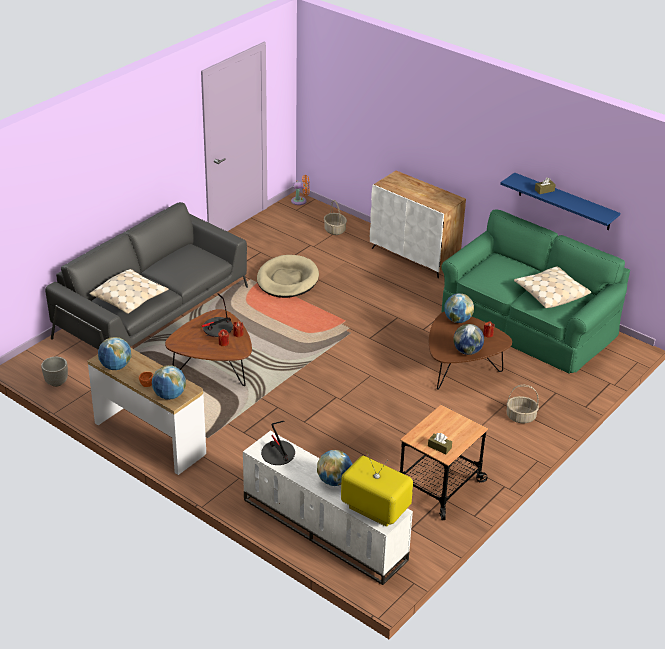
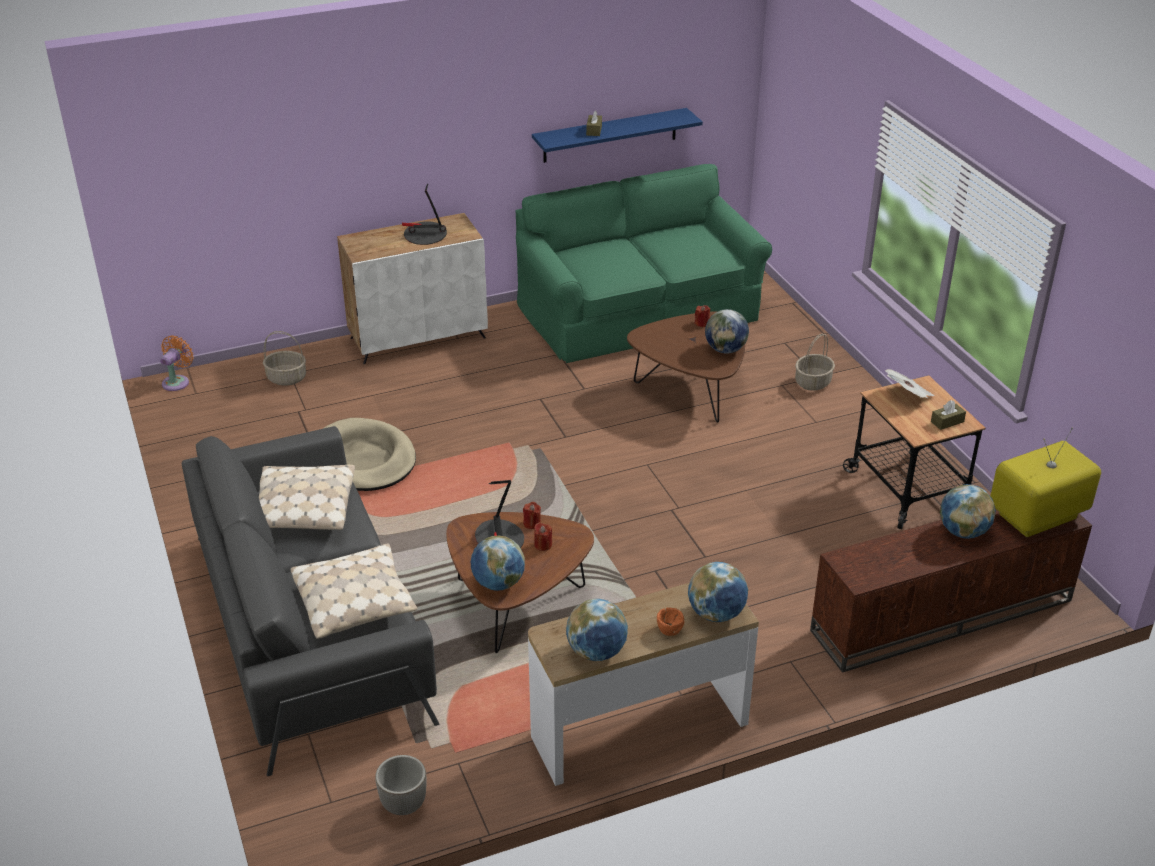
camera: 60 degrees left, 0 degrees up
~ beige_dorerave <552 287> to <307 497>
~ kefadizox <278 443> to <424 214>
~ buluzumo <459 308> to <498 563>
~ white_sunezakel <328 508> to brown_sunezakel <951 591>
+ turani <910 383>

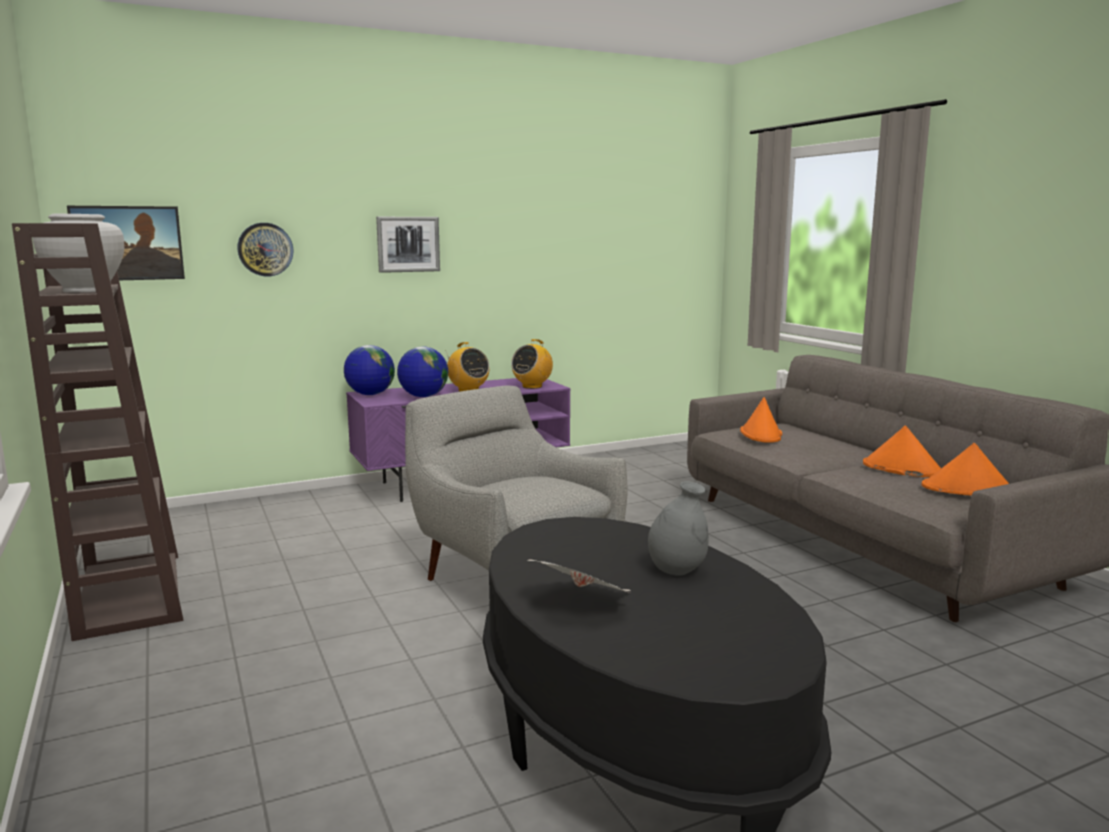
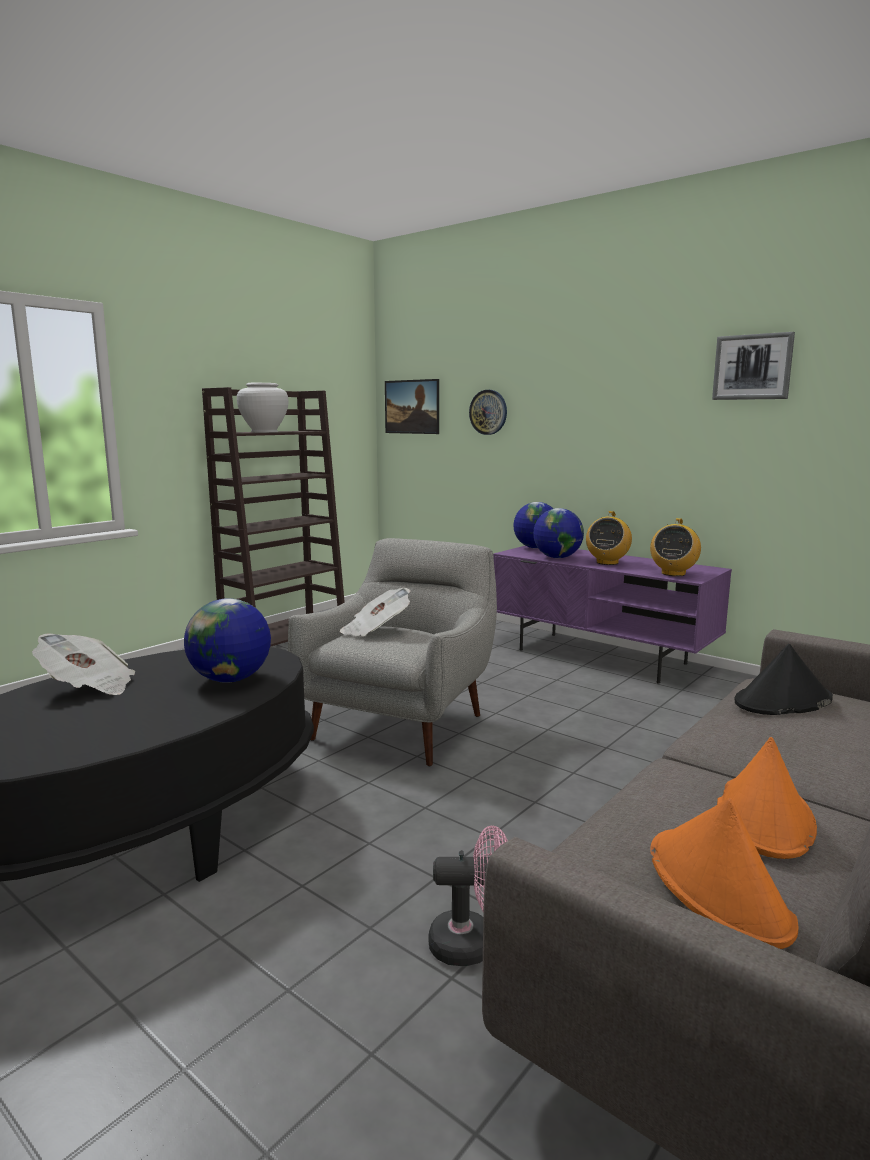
camera: 65 degrees right, 0 degrees up
+ buluzumo <227 640>
+ turani <375 612>
+ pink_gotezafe <468 895>
~ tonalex <532 364> = <675 547> 75 degrees counterclockwise
~ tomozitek <408 245> to <753 366>
~ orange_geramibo <761 420> to black_geramibo <784 679>
- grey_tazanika <678 528>

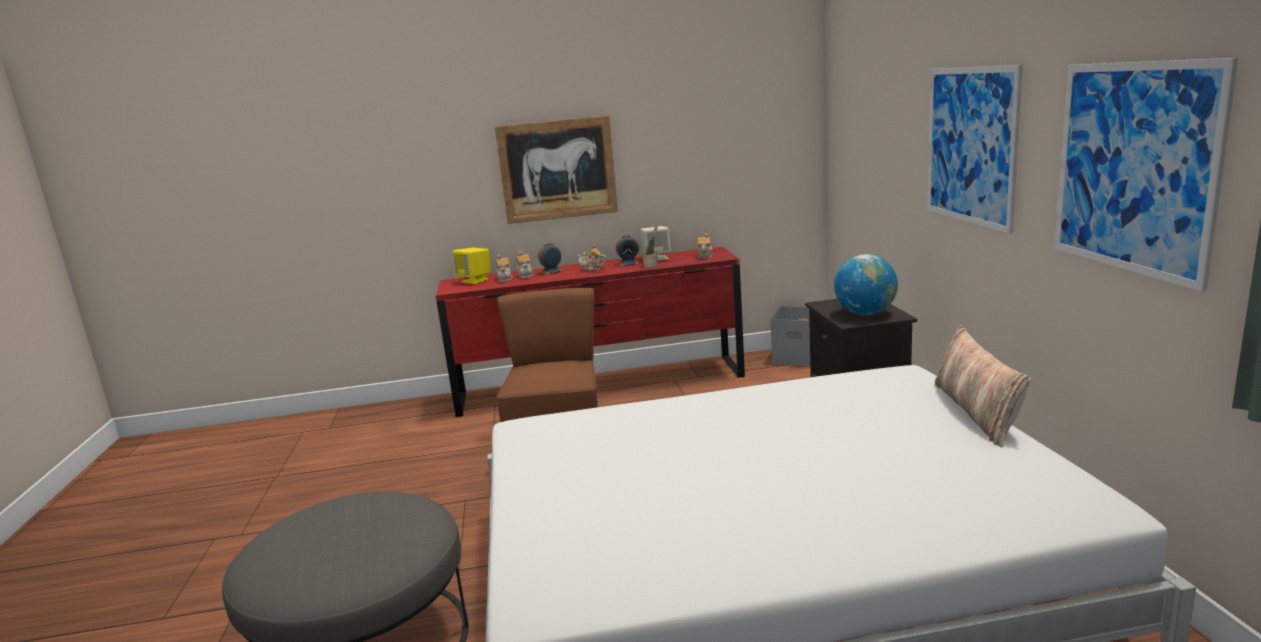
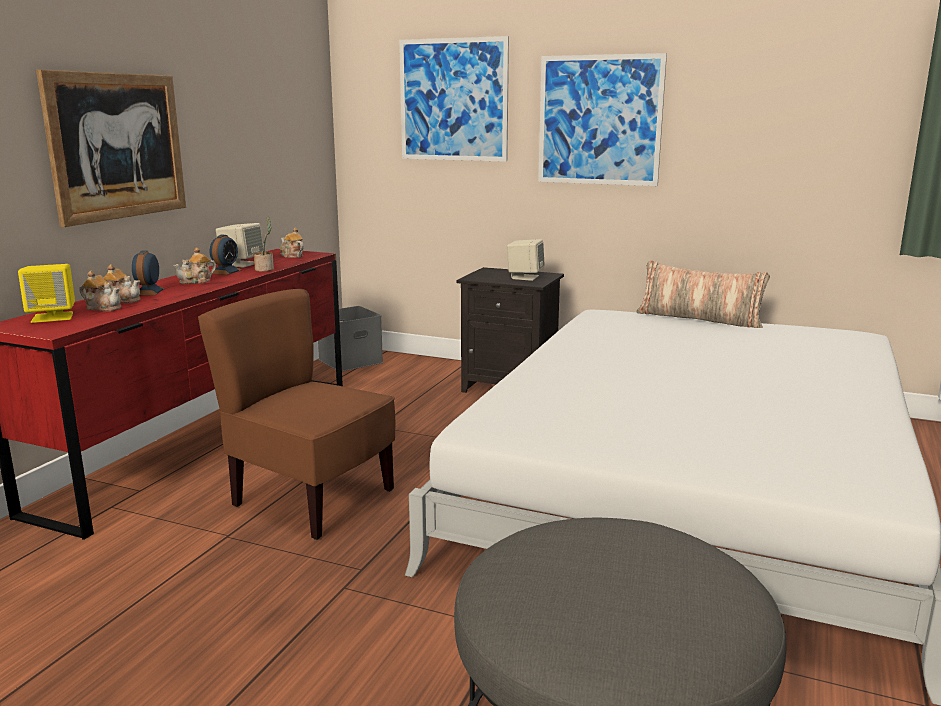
camera: 60 degrees left, 0 degrees up
~ tomozitek <1146 175> to <454 99>
~ buluzumo <866 285> to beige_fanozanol <526 260>

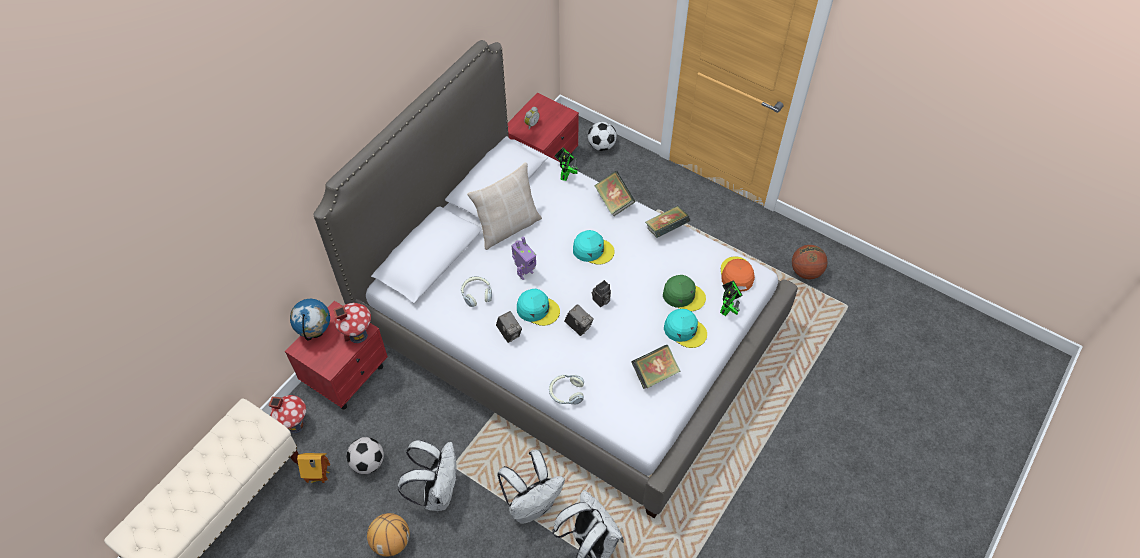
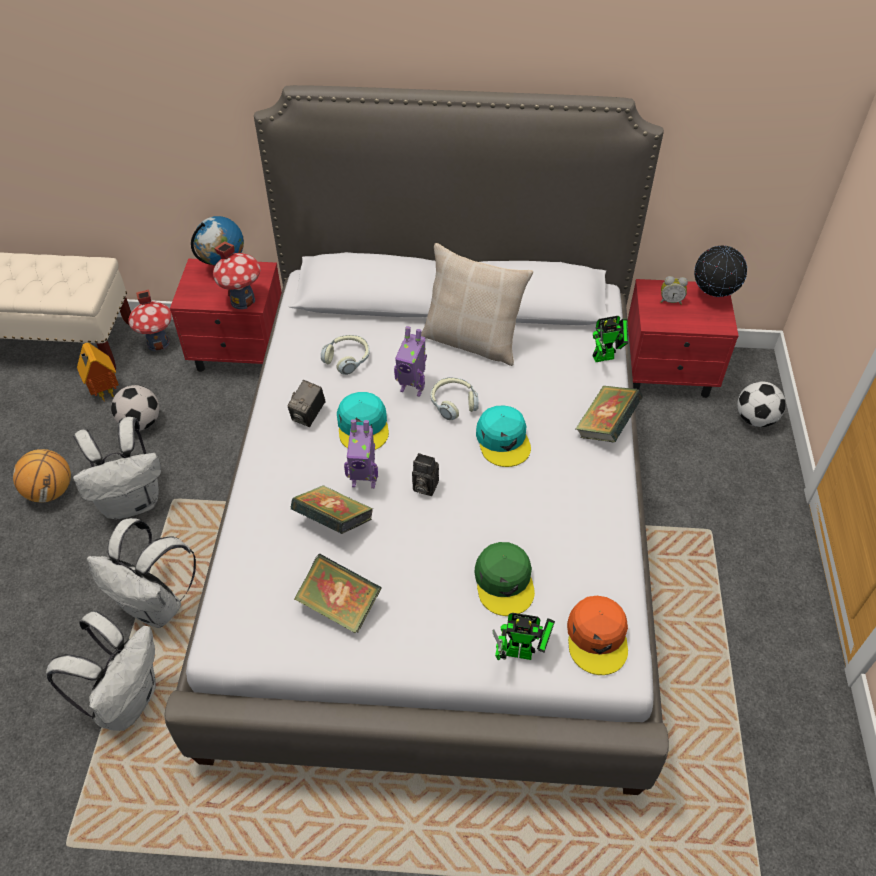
camera: 60 degrees right, 5 degrees down
~ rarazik <667 222> to <332 509>
~ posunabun <579 320> to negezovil <361 453>
~ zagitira <566 390> to <455 398>
~ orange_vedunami <738 274> = <597 635> 120 degrees clockwise
+ buluzumo <720 271>
- turquoise_vedunami <685 328>
- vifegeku <809 262>

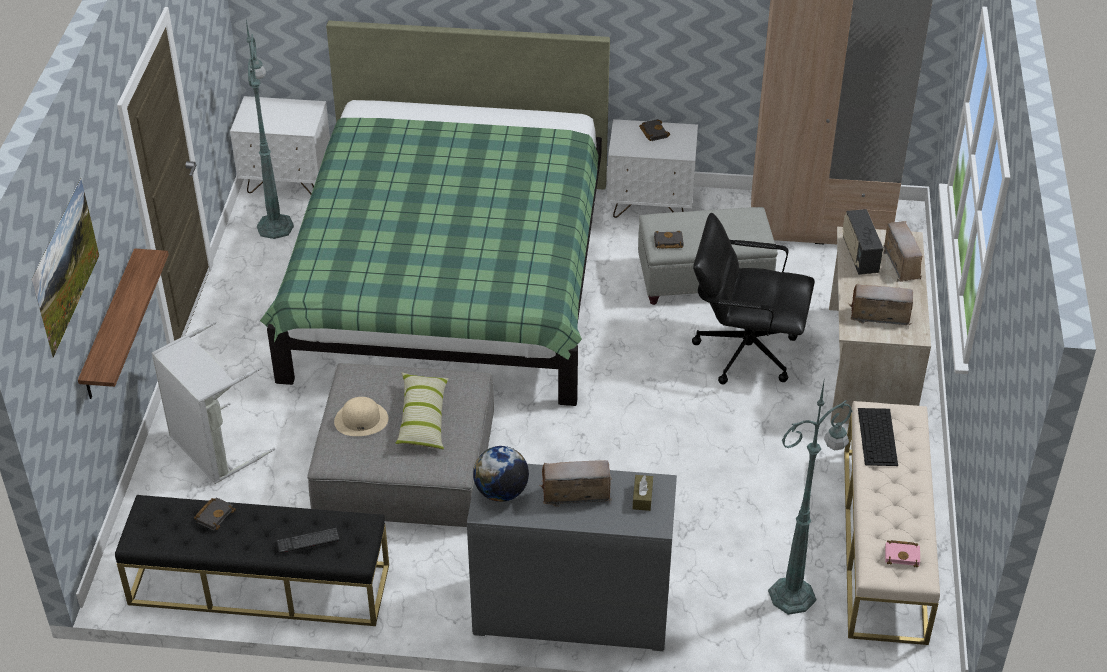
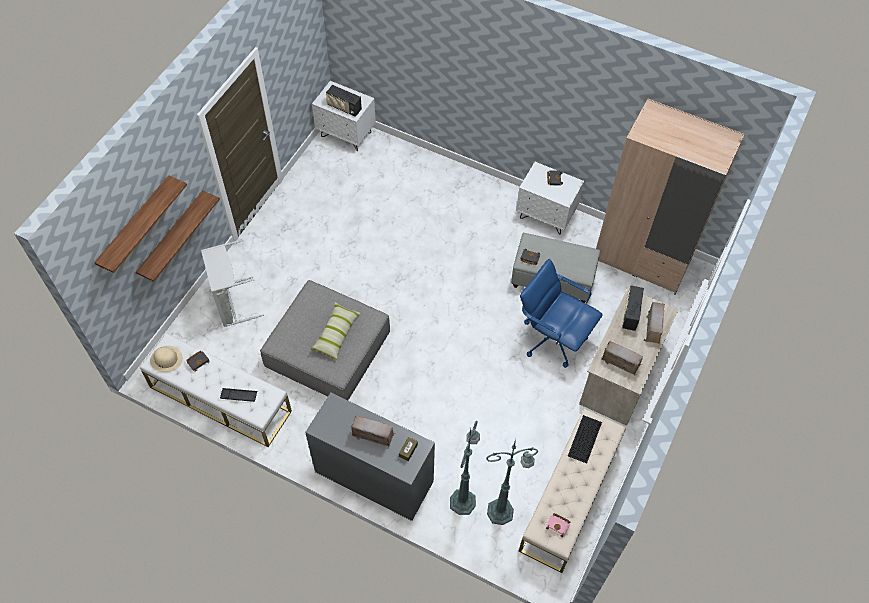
camera: 20 degrees right, 15 degrees up
~ tomozitek <65 268> to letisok <140 224>
~ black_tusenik <252 560> to white_tusenik <216 390>
~ beige_geramibo <361 416> to <166 359>
+ tonalex <344 101>
~ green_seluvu <270 129> to <465 468>
~ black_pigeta <753 298> to blue_pigeta <561 313>
- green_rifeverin <435 213>
- buluzumo <501 474>

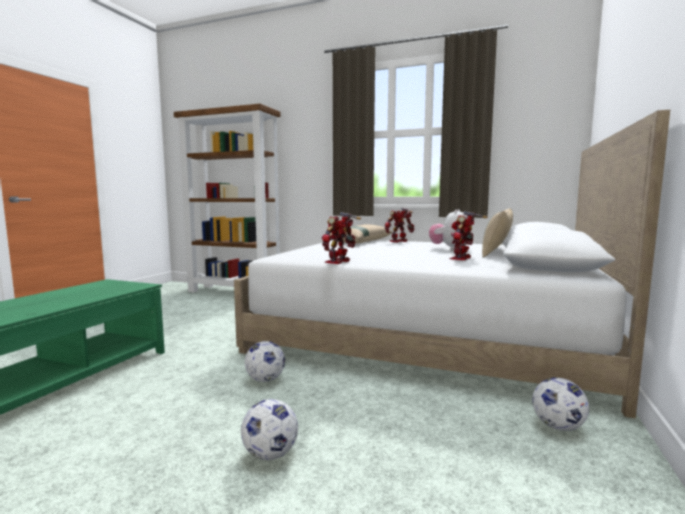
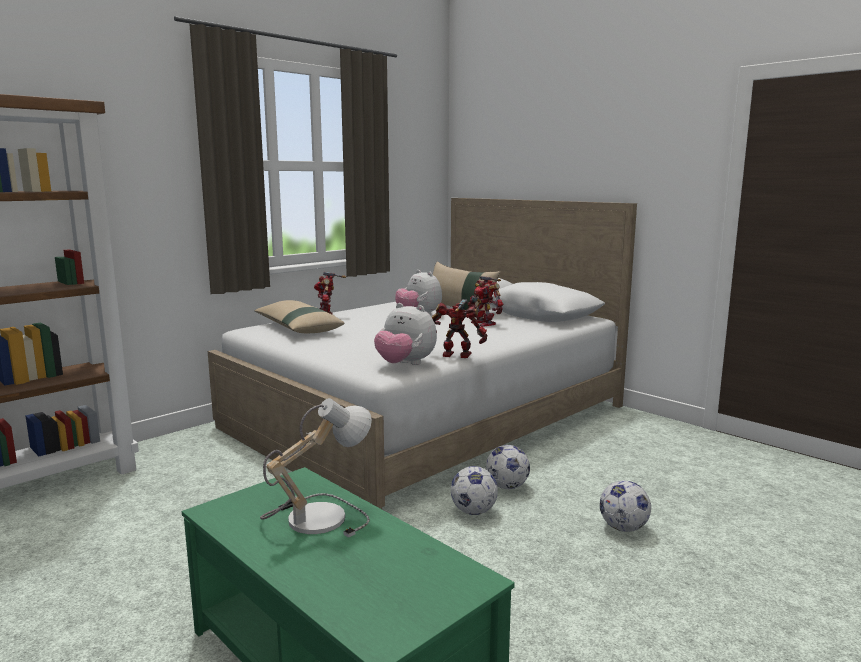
camera: 65 degrees left, 5 degrees up
+ kefadizox <316 468>
+ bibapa <405 334>
~ negezovil <341 238> = <459 328> 135 degrees clockwise
~ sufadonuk <560 404> to <508 467>

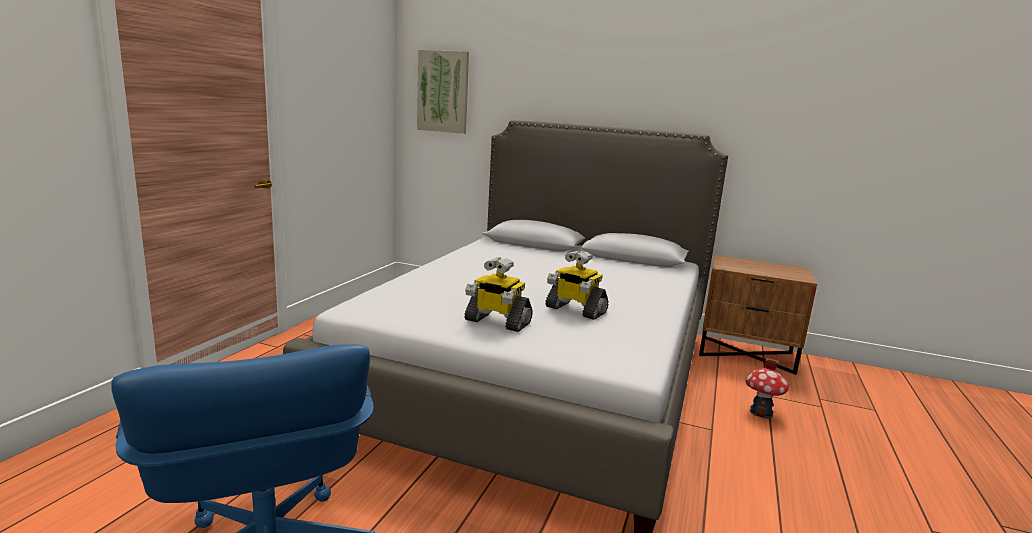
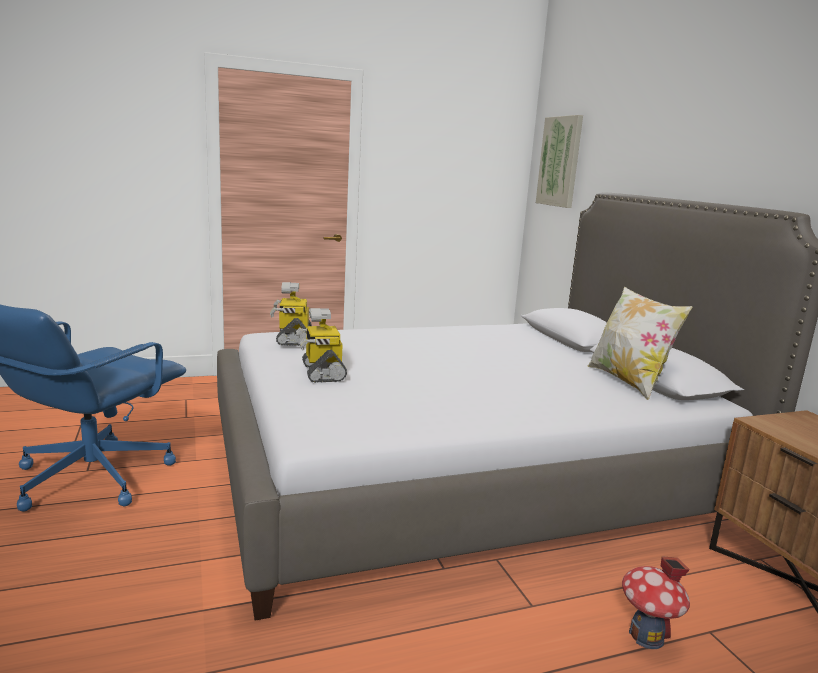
camera: 50 degrees right, 0 degrees up
~ negezovil <577 285> to <291 314>
+ dorerave <640 343>

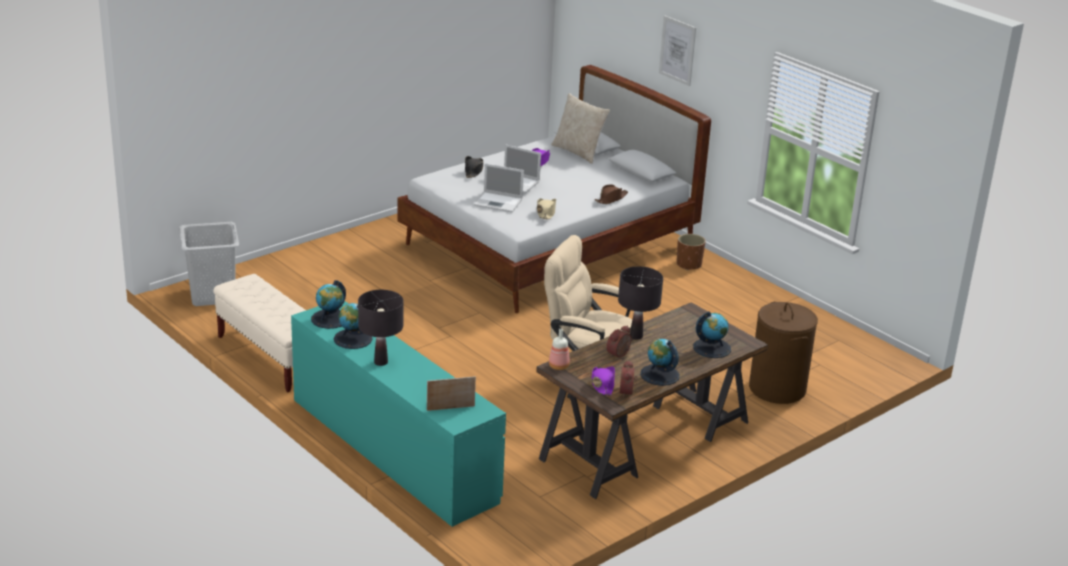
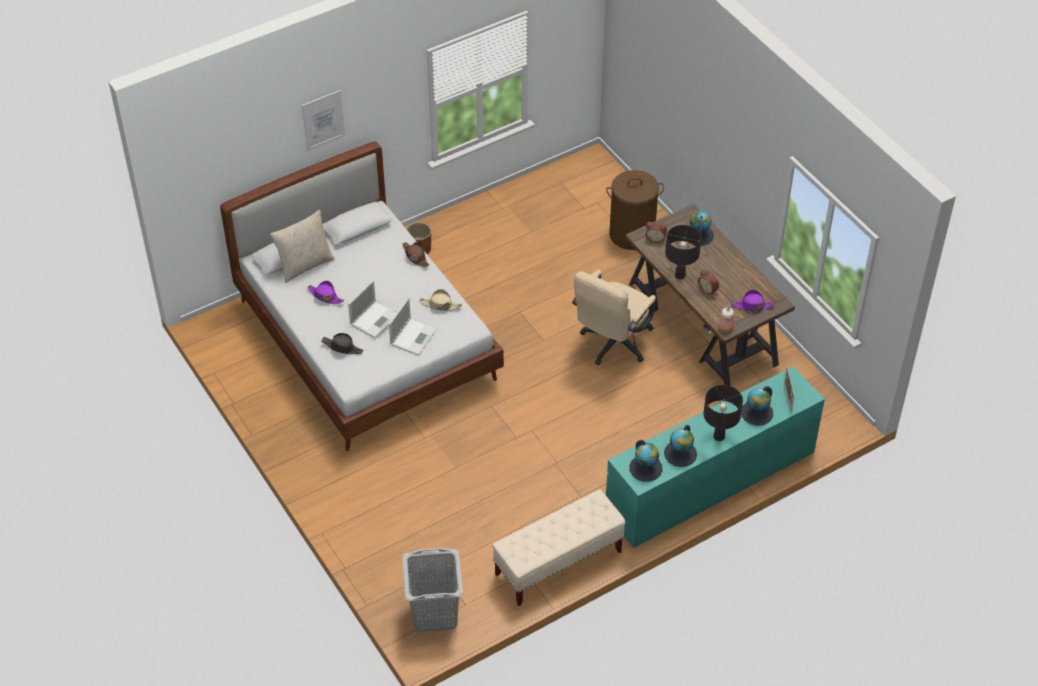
camera: 80 degrees left, 20 degrees up
~ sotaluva <628 378> to <656 232>
~ buluzumo <660 362> to <757 406>

